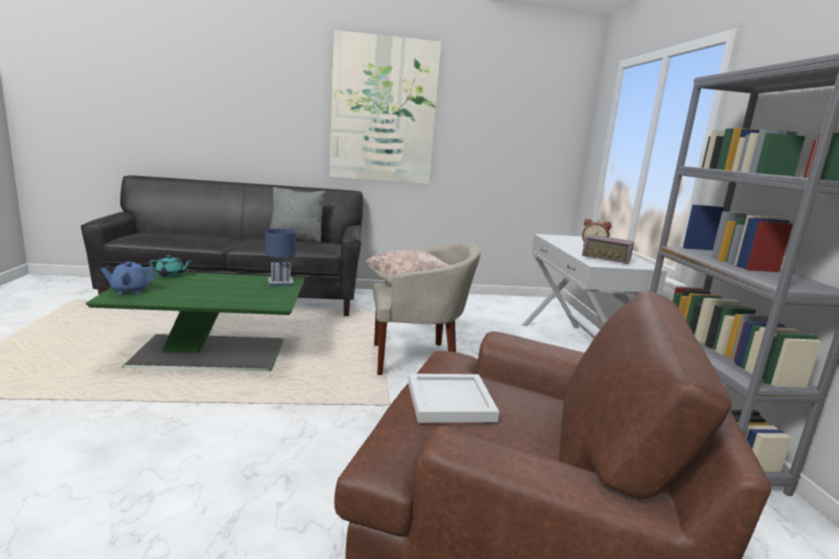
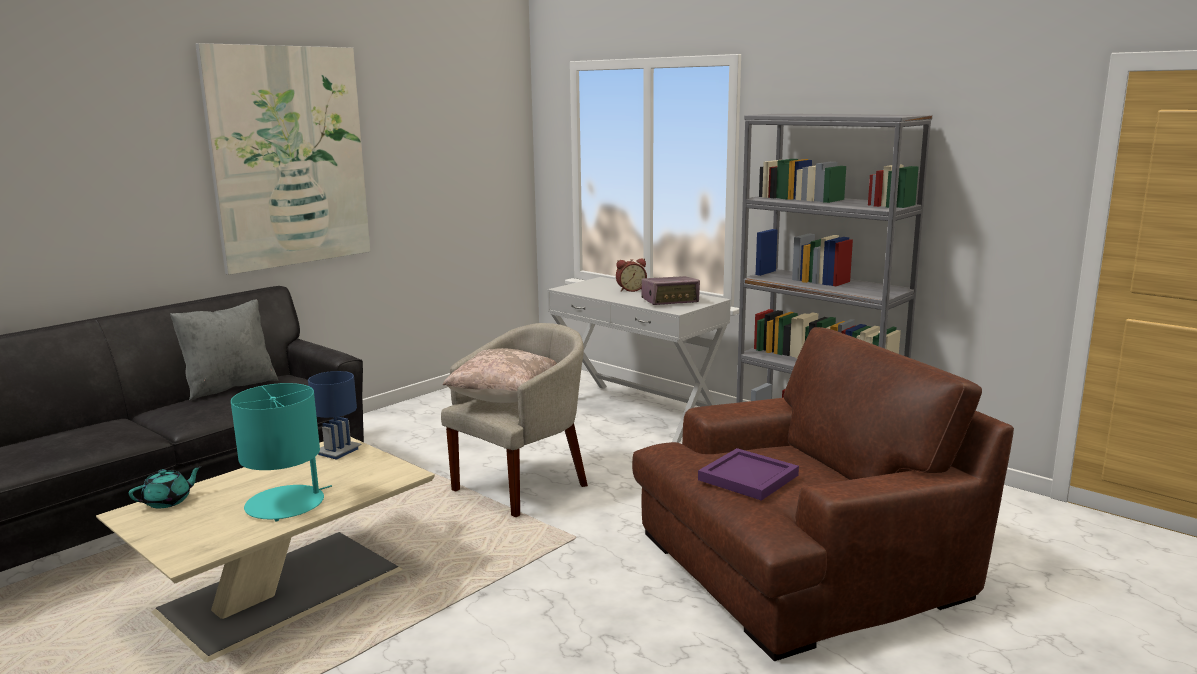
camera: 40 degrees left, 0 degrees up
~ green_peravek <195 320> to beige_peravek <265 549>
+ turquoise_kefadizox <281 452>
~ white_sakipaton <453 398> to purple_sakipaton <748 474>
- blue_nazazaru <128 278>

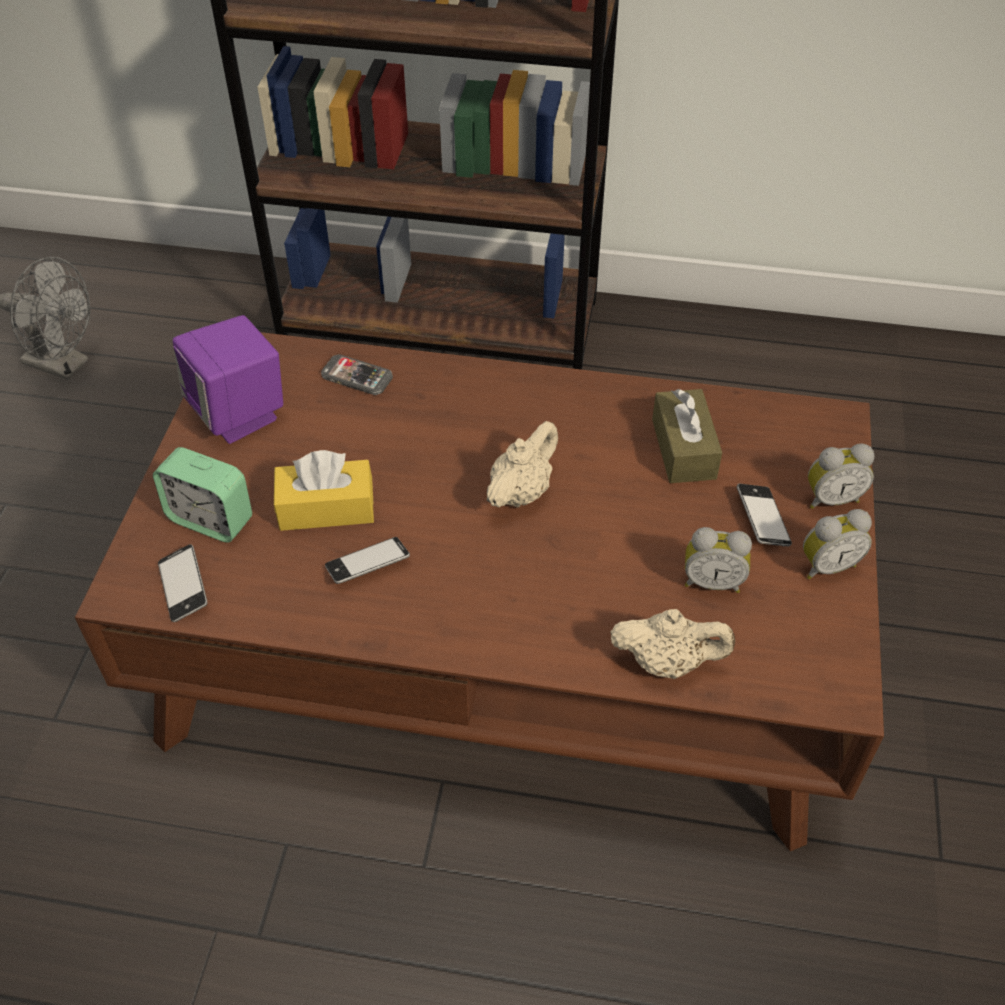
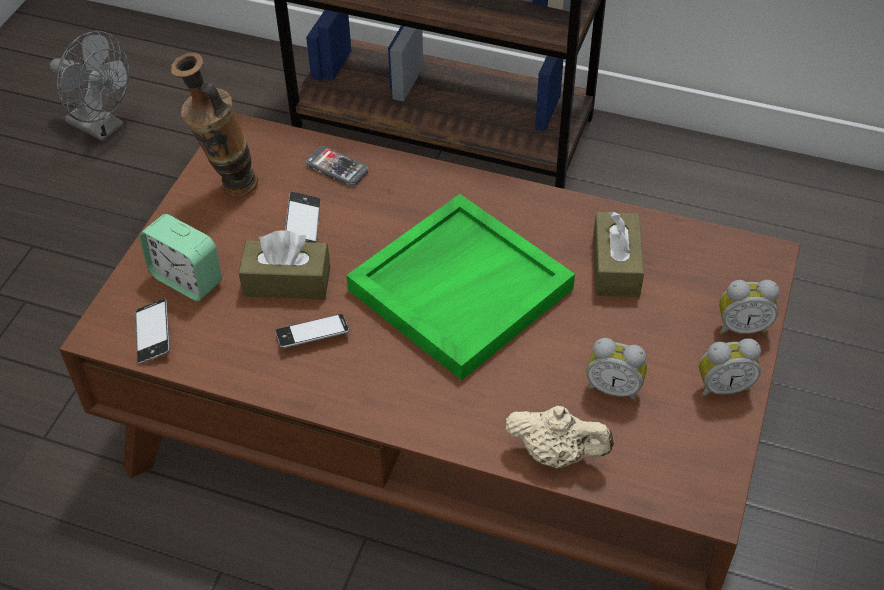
camera: 10 degrees right, 0 degrees up
~ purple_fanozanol <228 379> to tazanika <214 125>
~ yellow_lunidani <324 490> to brown_lunidani <284 264>
~ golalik <764 515> to <303 217>
~ beige_nazazaru <522 464> to green_sakipaton <460 287>

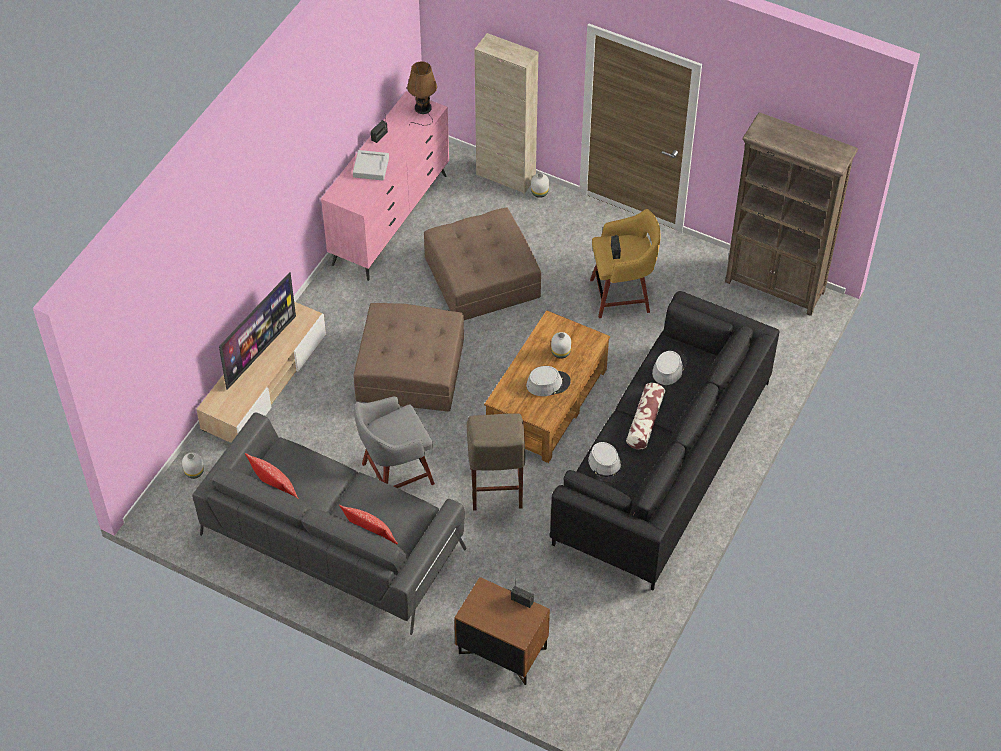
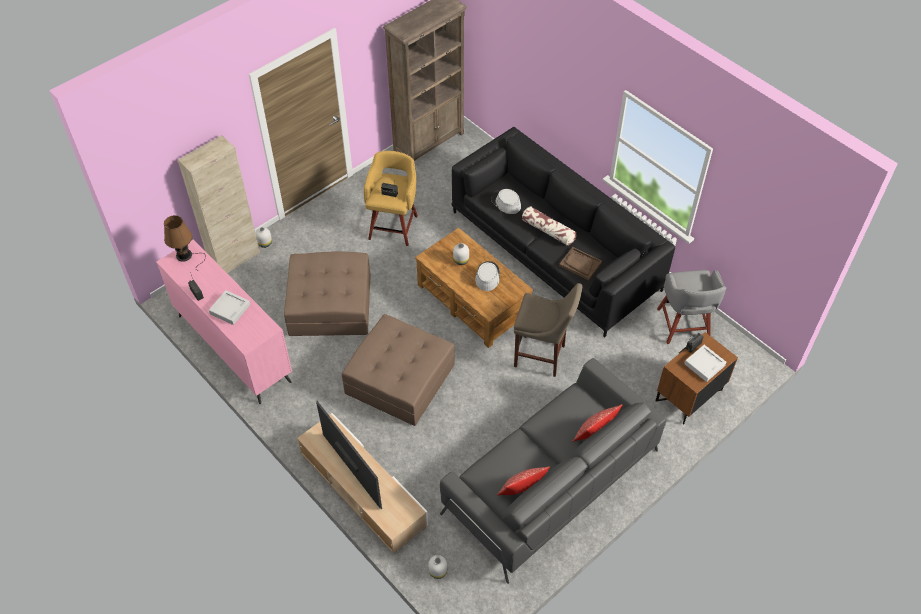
camera: 70 degrees left, 0 degrees up
~ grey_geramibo <606 462> to brown_sakipaton <580 263>
~ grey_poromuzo <394 442> to <691 307>
+ grey_sakipaton <705 363>

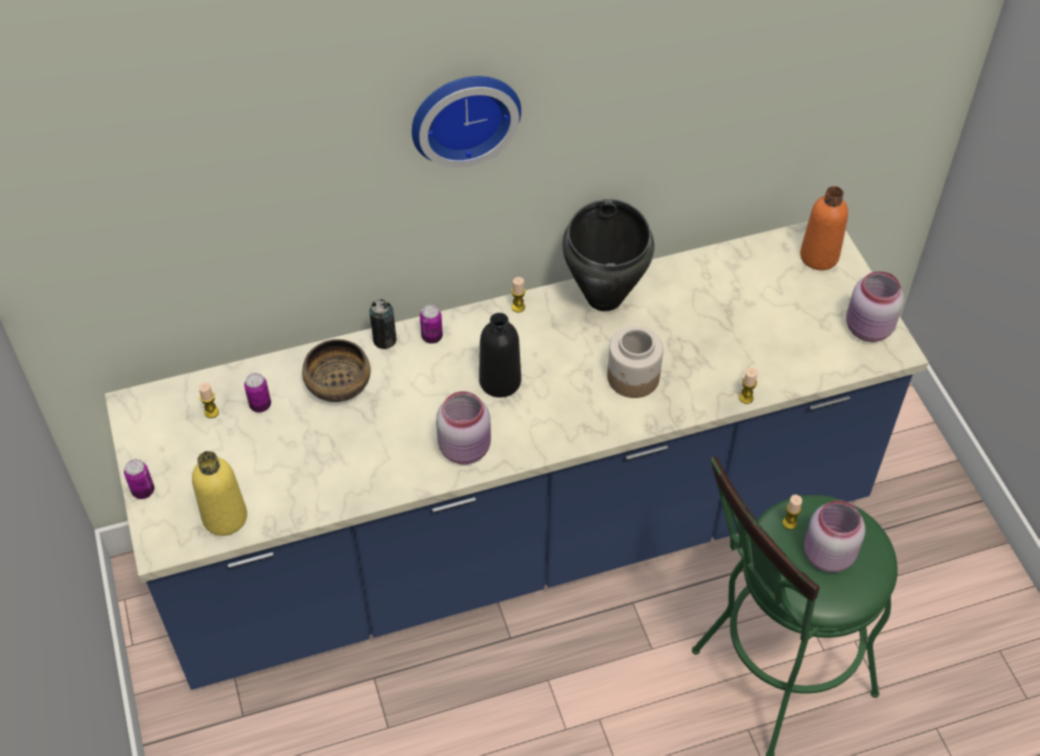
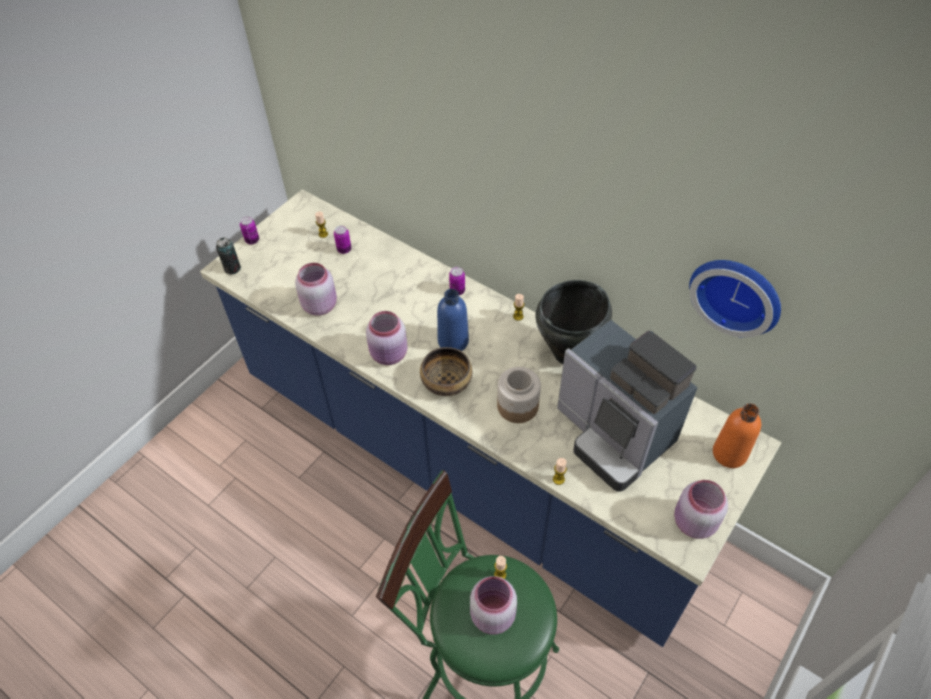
camera: 55 degrees right, 0 degrees up
~ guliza <382 324> to <228 255>
+ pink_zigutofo <316 289>
~ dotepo <336 370> to <446 371>
~ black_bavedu <500 355> to blue_bavedu <453 320>
+ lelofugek <627 406>
~ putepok <466 122> to <735 299>
- yellow_bavedu <219 493>

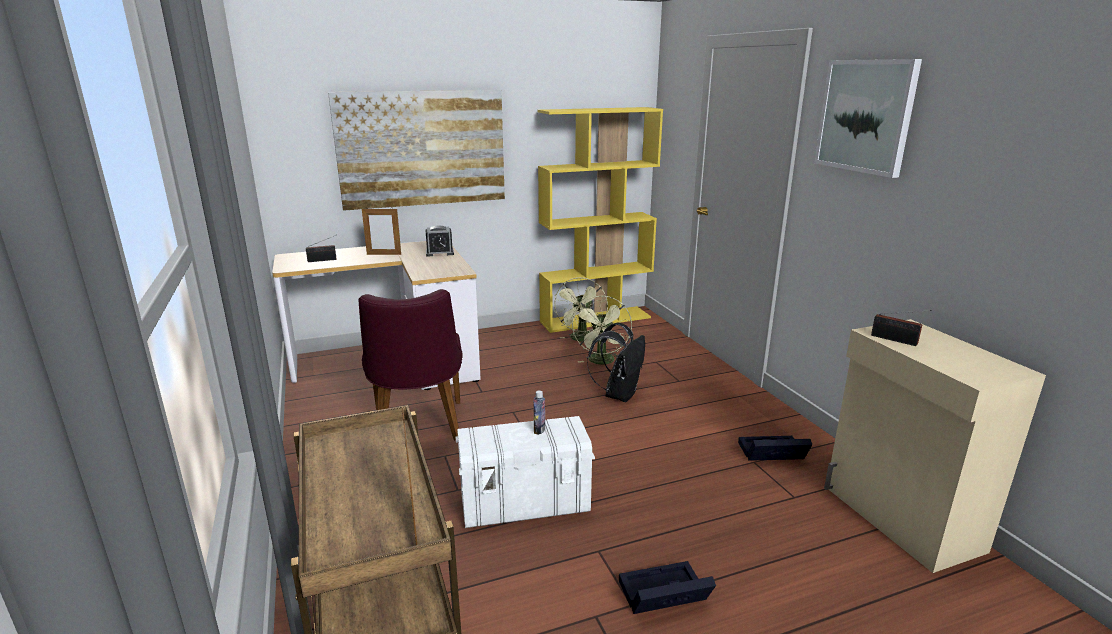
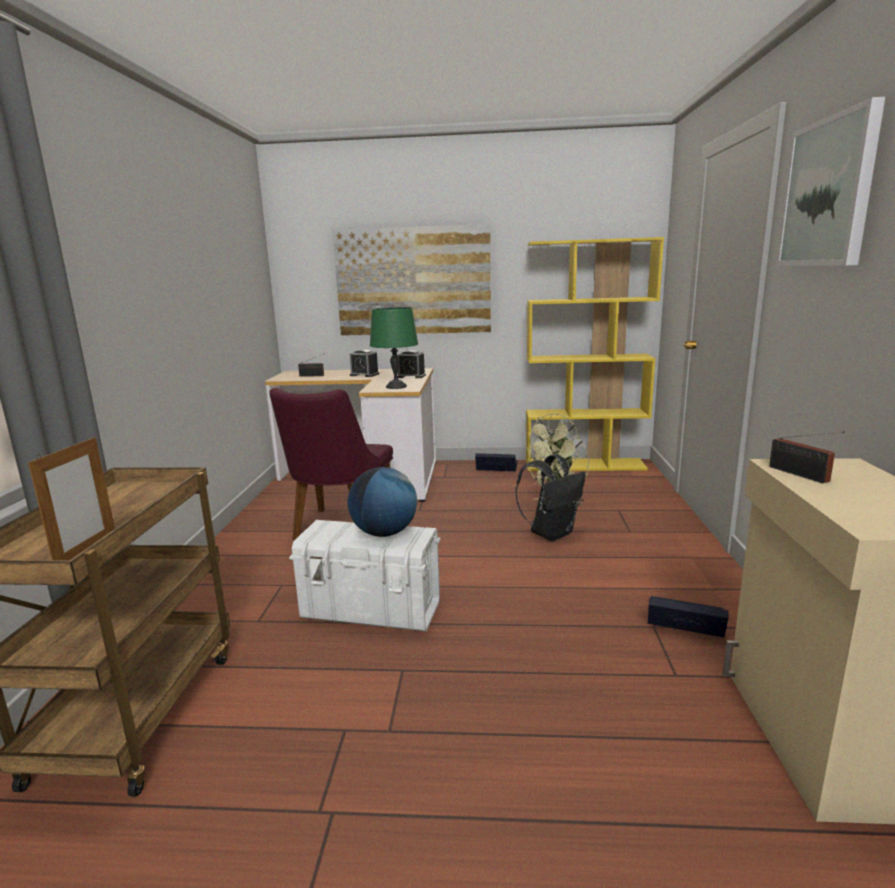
camera: 25 degrees right, 5 degrees down
~ bavedu <539 412> to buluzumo <382 502>
~ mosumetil <381 231> to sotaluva <364 363>
+ green_kefadizox <394 348>
~ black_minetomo <667 587> to <496 462>

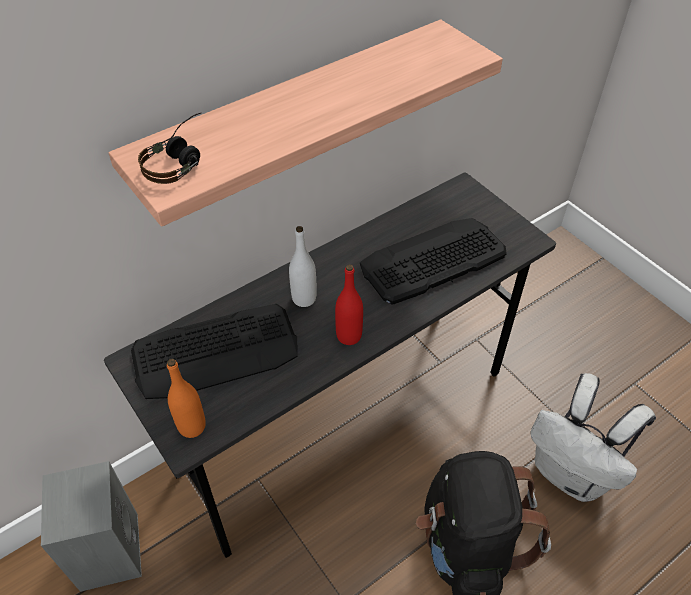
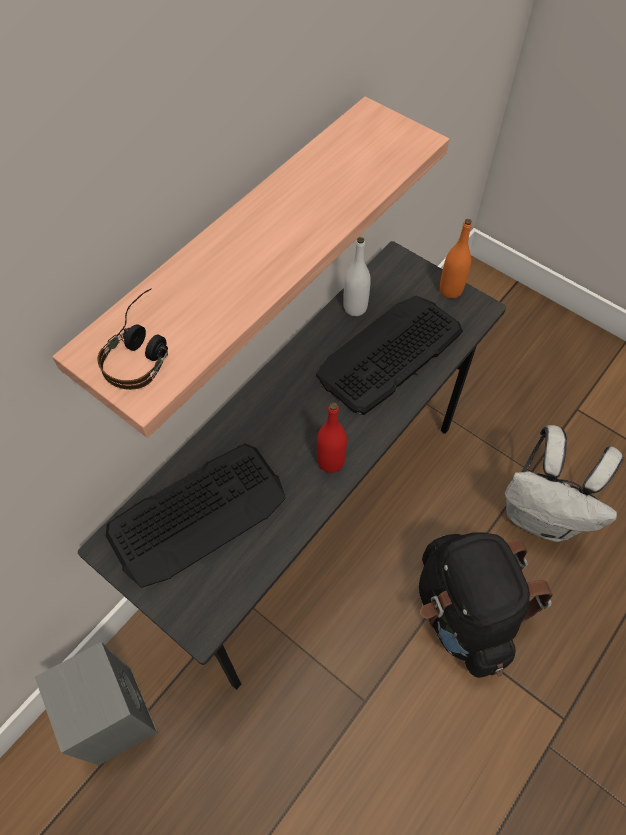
camera: 15 degrees left, 10 degrees up
~ white_bavedu <303 266> to <357 276>
~ orange_bavedu <186 398> to <456 259>

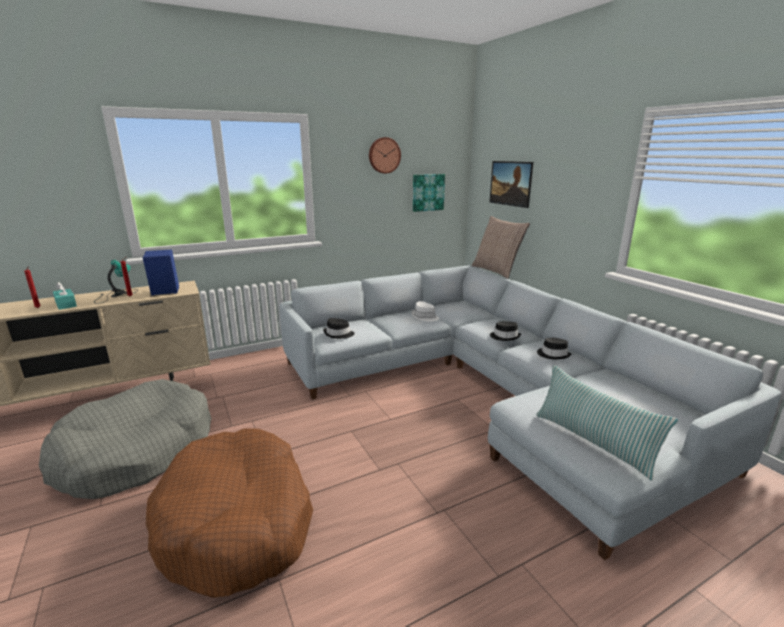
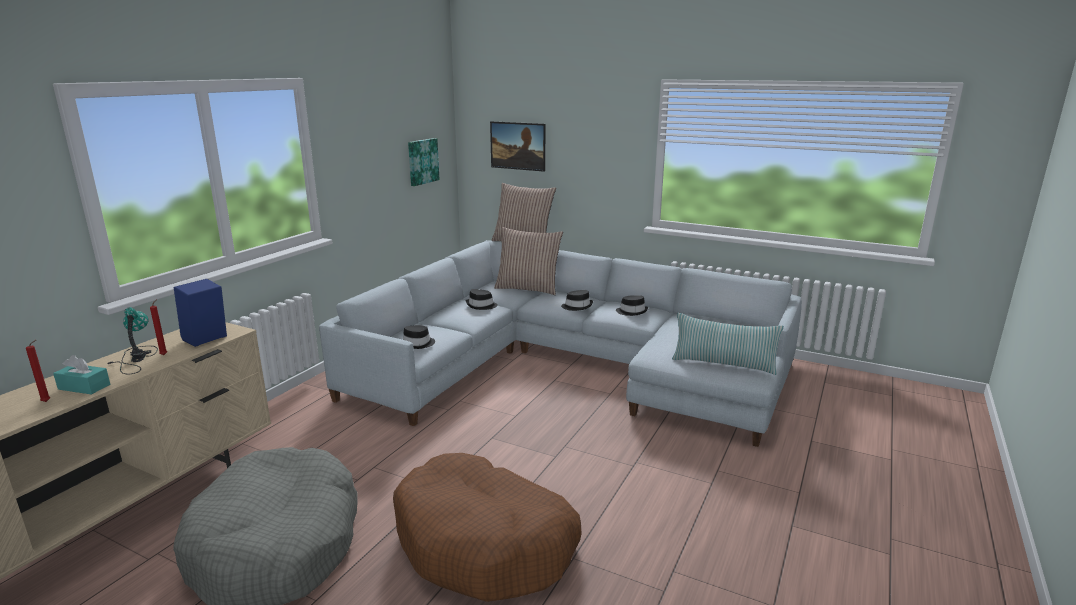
camera: 35 degrees left, 0 degrees up
~ white_geramibo <425 311> to black_geramibo <482 299>
+ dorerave <528 261>
- putepok <385 155>

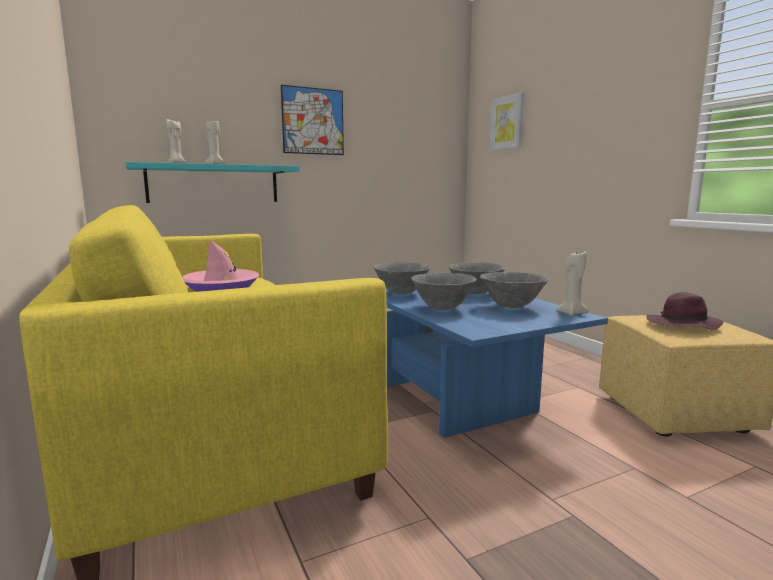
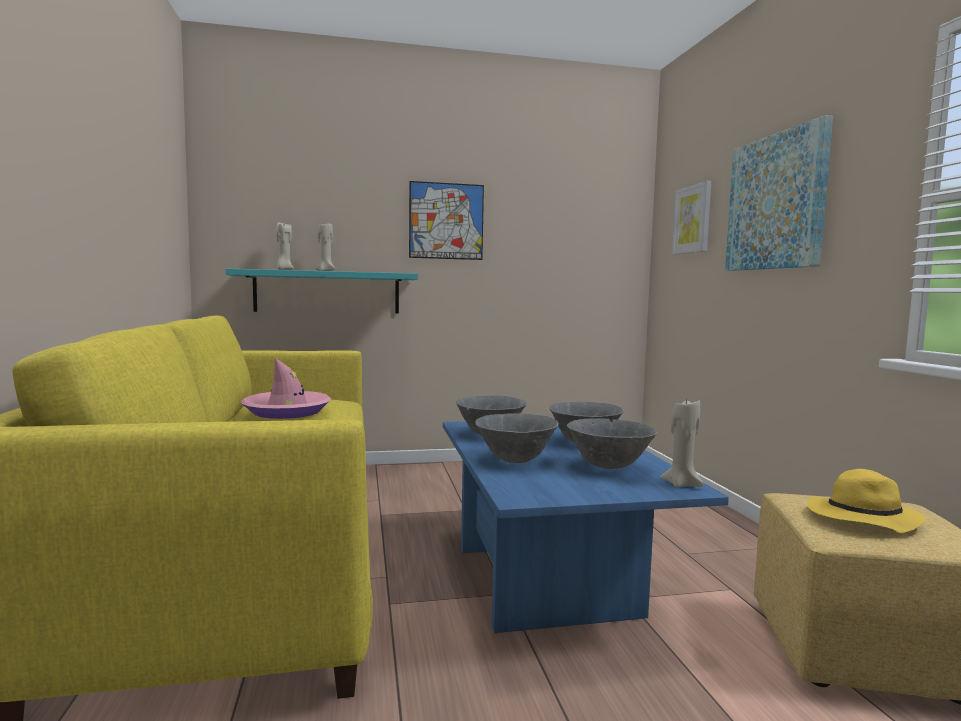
camera: 15 degrees right, 5 degrees down
+ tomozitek <779 193>
~ purple_geramibo <685 311> to yellow_geramibo <866 501>

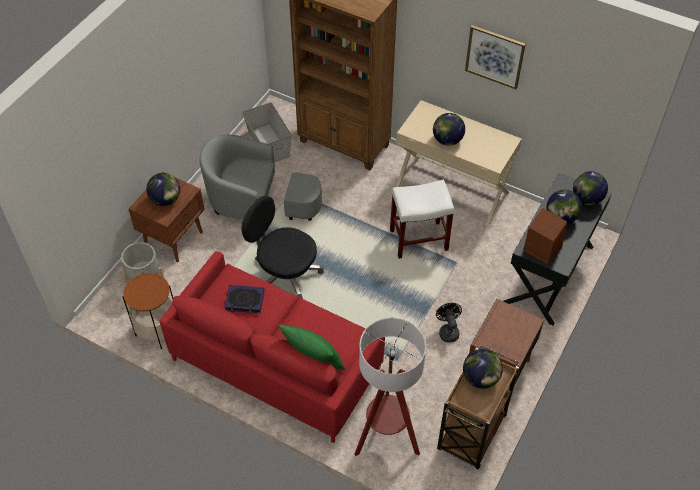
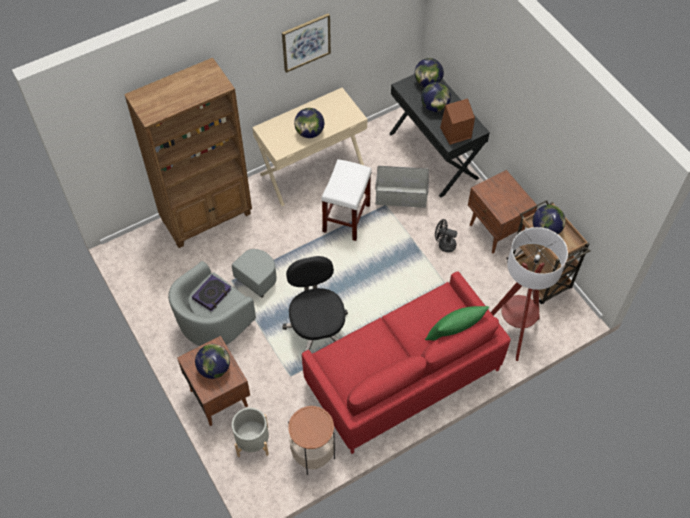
camera: 60 degrees left, 5 degrees up
~ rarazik <244 299> to <211 293>
~ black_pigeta <282 247> = <315 304> 105 degrees clockwise
~ grey_minetomo <267 133> to <402 187>

